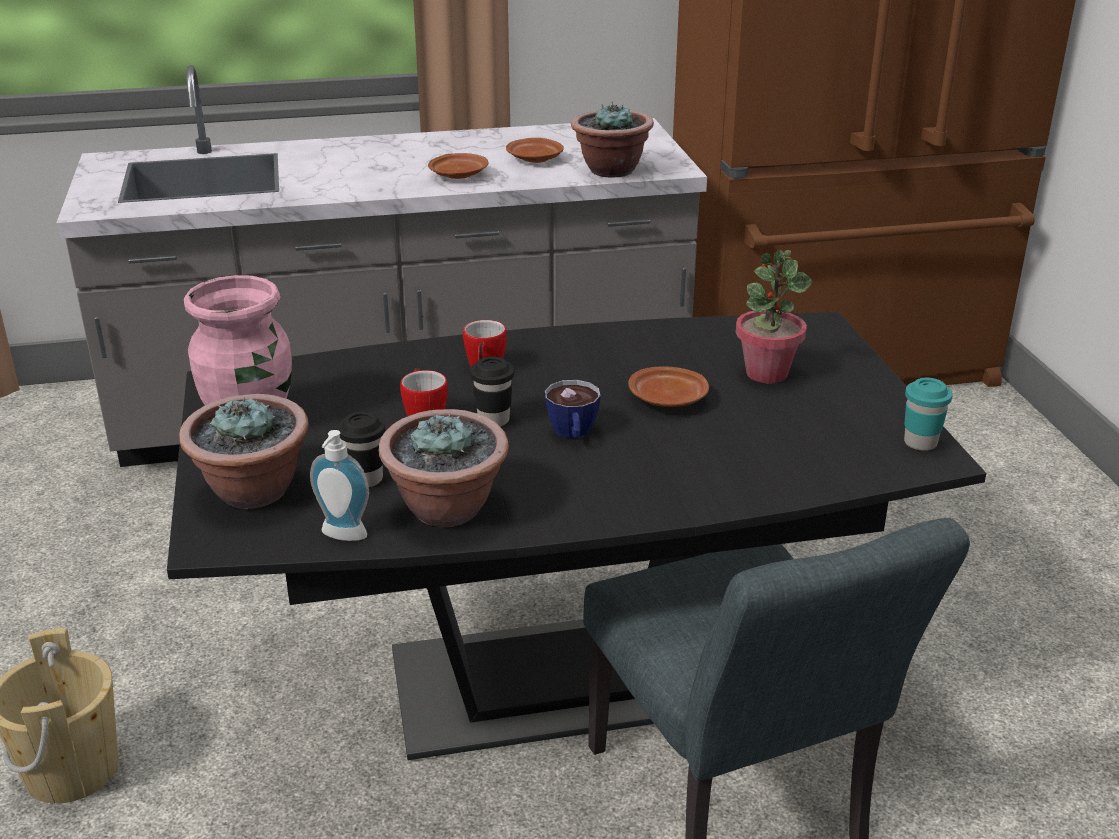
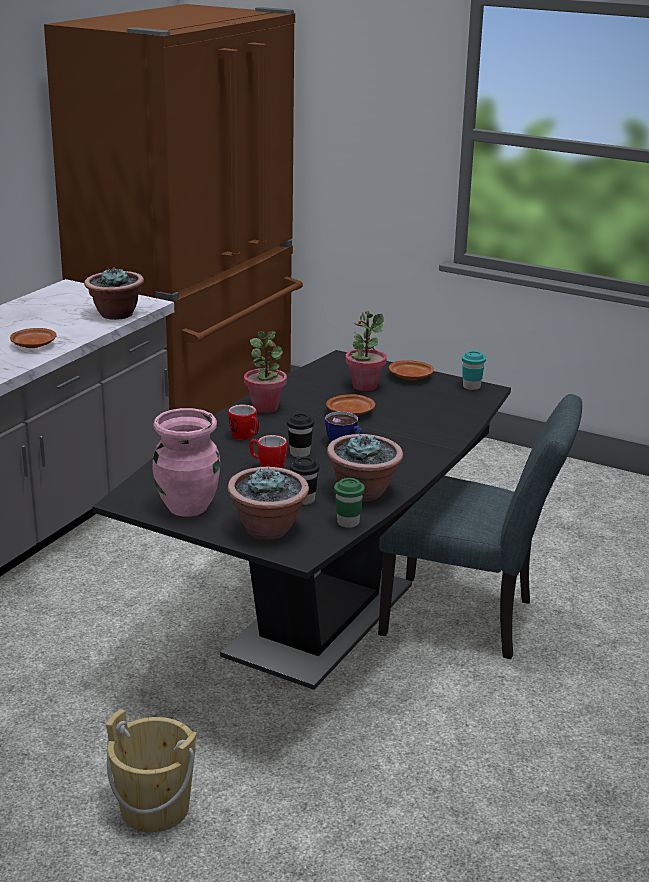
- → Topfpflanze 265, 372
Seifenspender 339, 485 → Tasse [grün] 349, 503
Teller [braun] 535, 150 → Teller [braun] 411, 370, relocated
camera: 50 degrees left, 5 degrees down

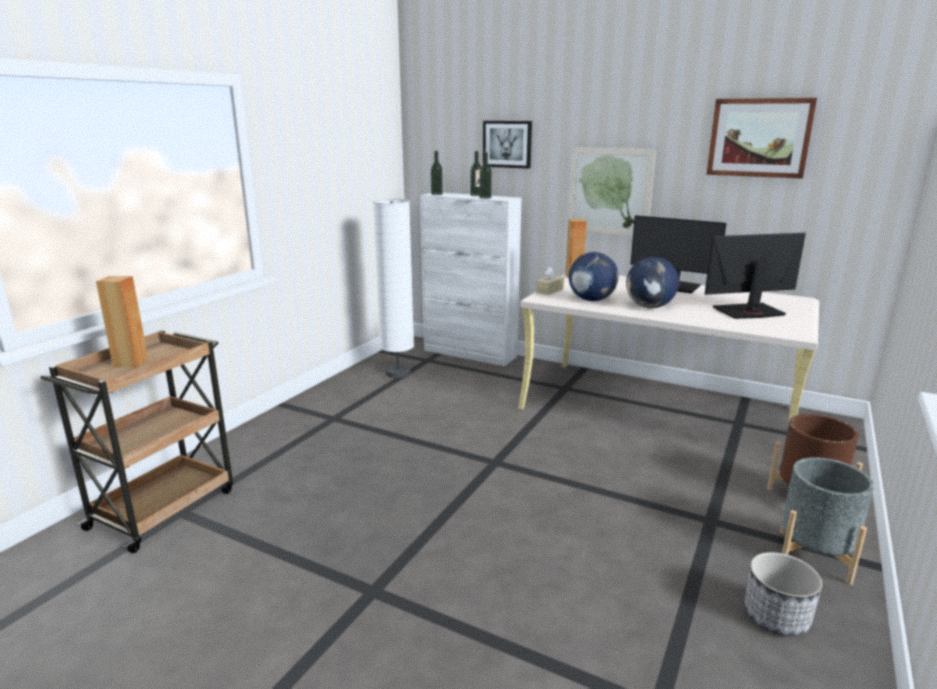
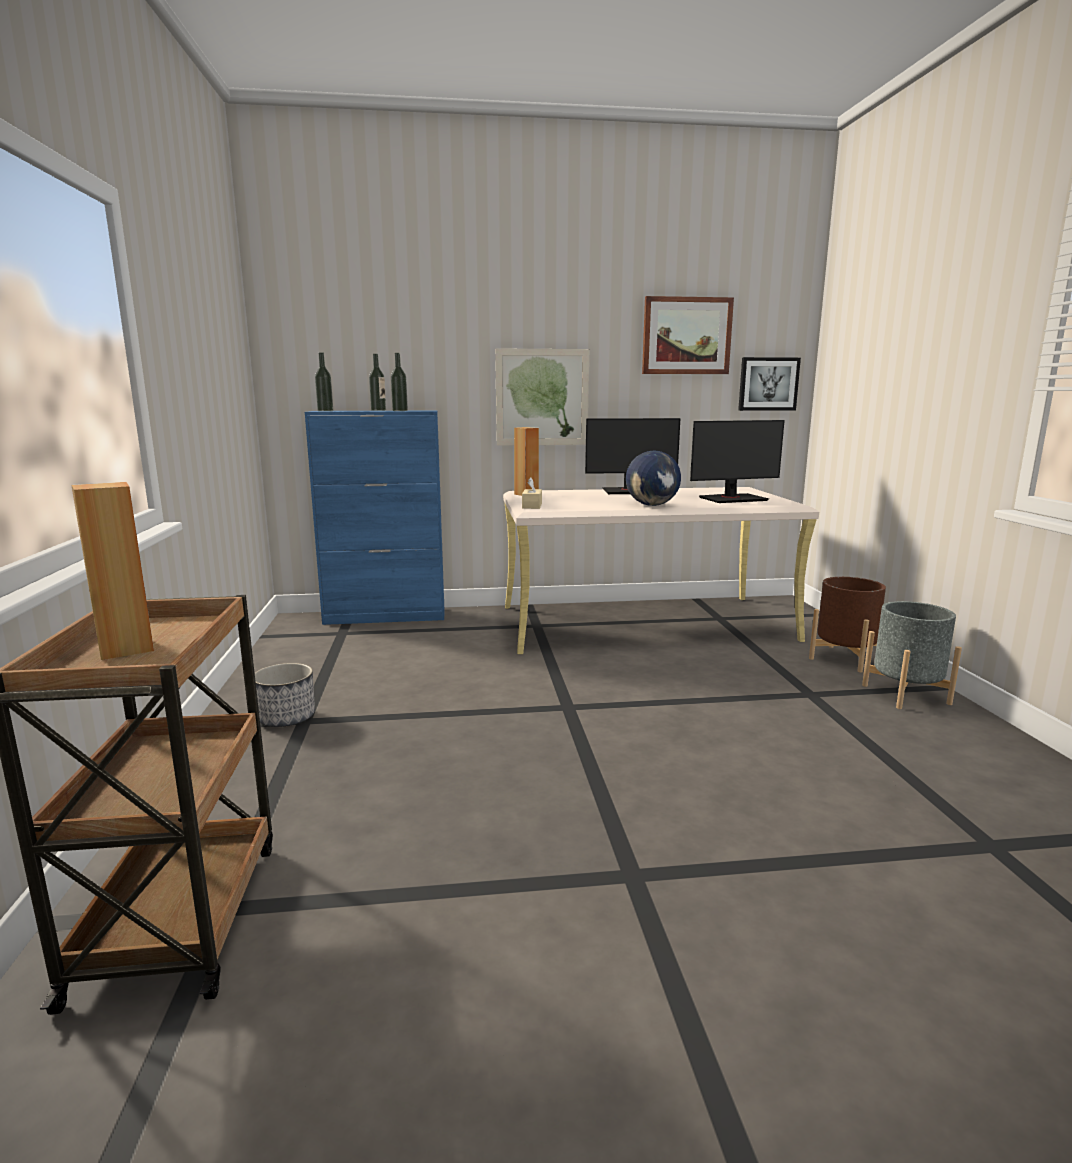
Pflanzkübel 784, 594 → Pflanzkübel 285, 695, relocated
Schrank [weiß] 471, 279 → Schrank [blau] 374, 517
Monitor 755, 276 → Monitor 737, 461, 150 degrees counterclockwise
Bild 507, 145 → Bild 769, 384, relocated
Stehlampe [weiß] 393, 288 → -
Globus 594, 276 → -
camera: 35 degrees left, 5 degrees down

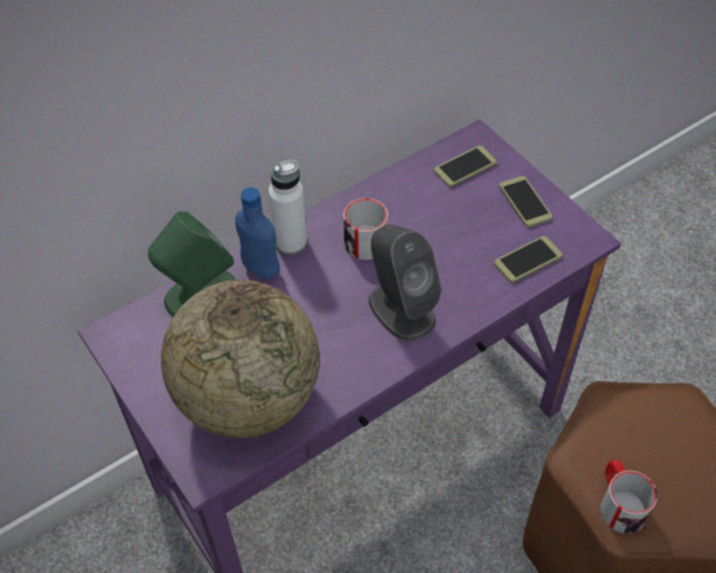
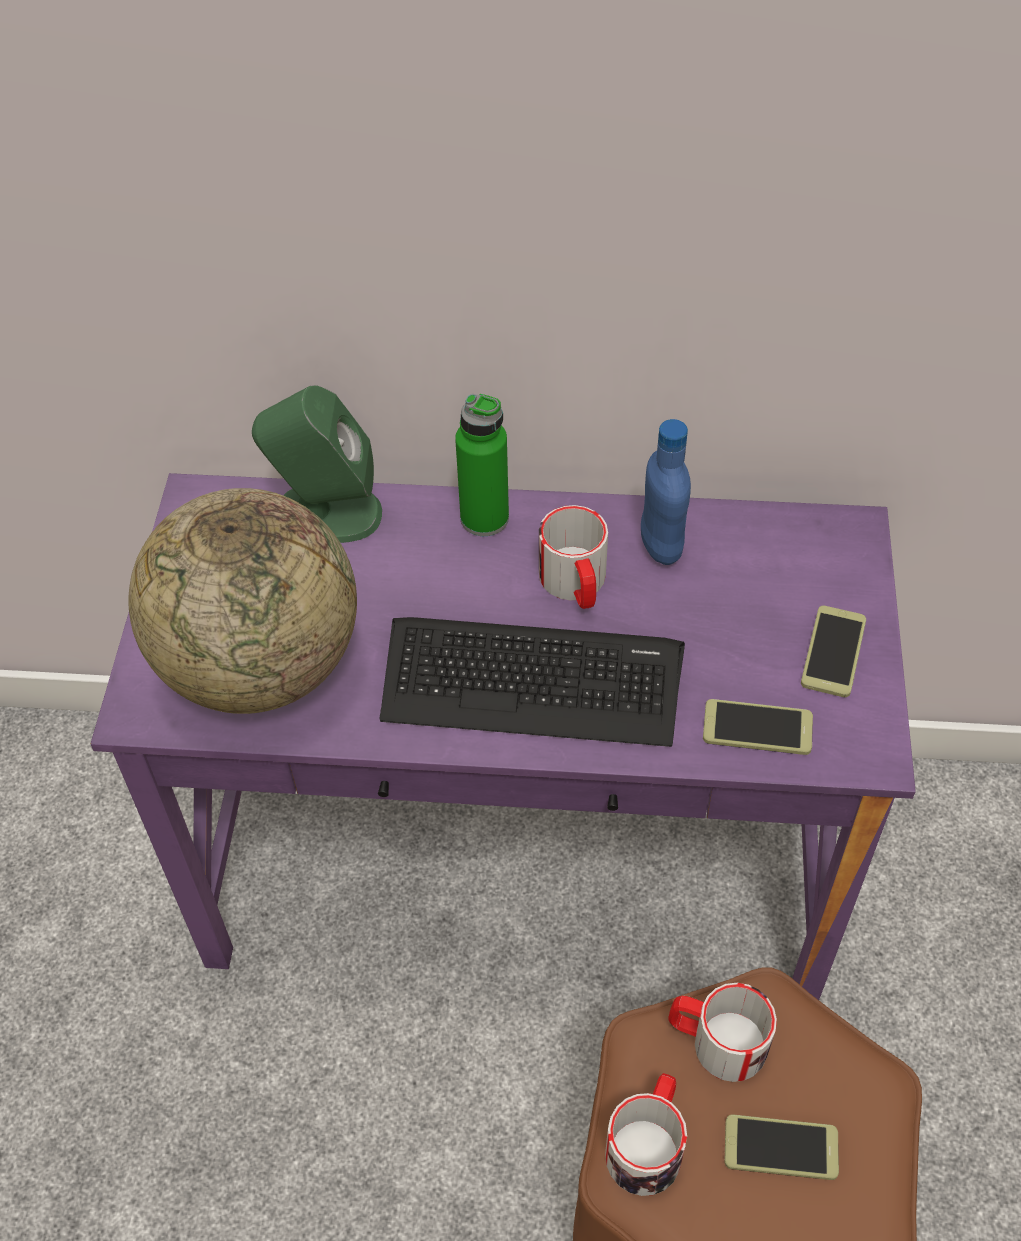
Lautsprecher [grau] 405, 282 → Tastatur 532, 682
Flasche [weiß] 288, 207 → Flasche [grün] 482, 465
Flasche [blau] 257, 233 → Flasche [blau] 666, 492, relocated
- → Henkelbecher 723, 1032
Handy 465, 166 → Handy 781, 1147, relocated
camera: 40 degrees right, 0 degrees up

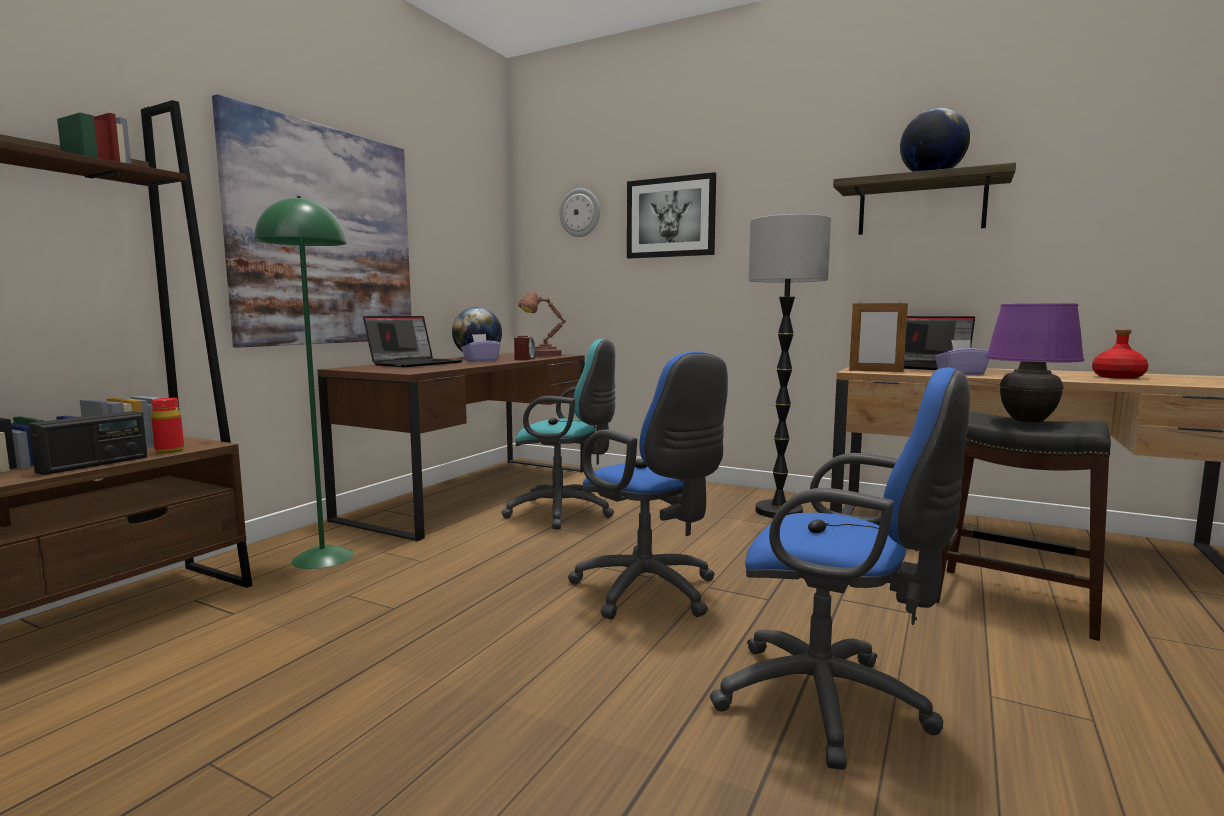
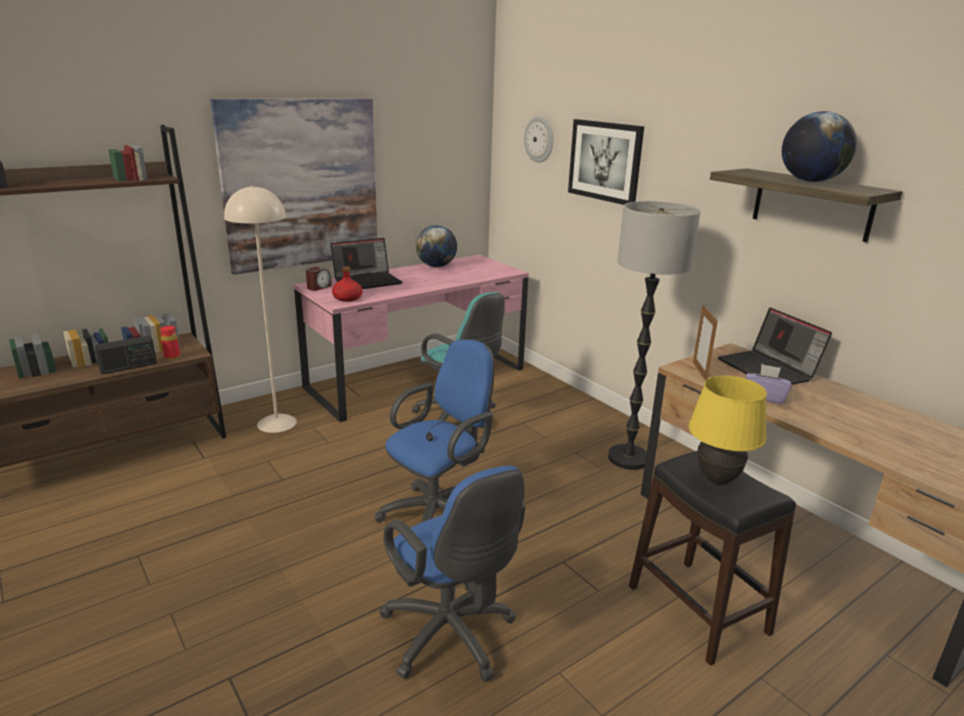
Stehlampe [grün] 304, 382 → Stehlampe [beige] 260, 309
Schreibtisch [braun] 451, 447 → Schreibtisch [rosa] 411, 338
Wecker 524, 348 → Wecker 319, 279, relocated
Flasche [rot] 1120, 354 → Flasche [rot] 347, 284, relocated
Bürostuhl [blau] 648, 485 → Bürostuhl [blau] 434, 431, 120 degrees counterclockwise
Tischlampe [lila] 1035, 363 → Tischlampe [gelb] 727, 430
Bilderrahmen 878, 336 → Bilderrahmen 705, 343, 45 degrees clockwise
Taschentuchbox [lila] 481, 348 → -
Tischlampe [braun] 542, 324 → -
camera: 25 degrees right, 15 degrees up

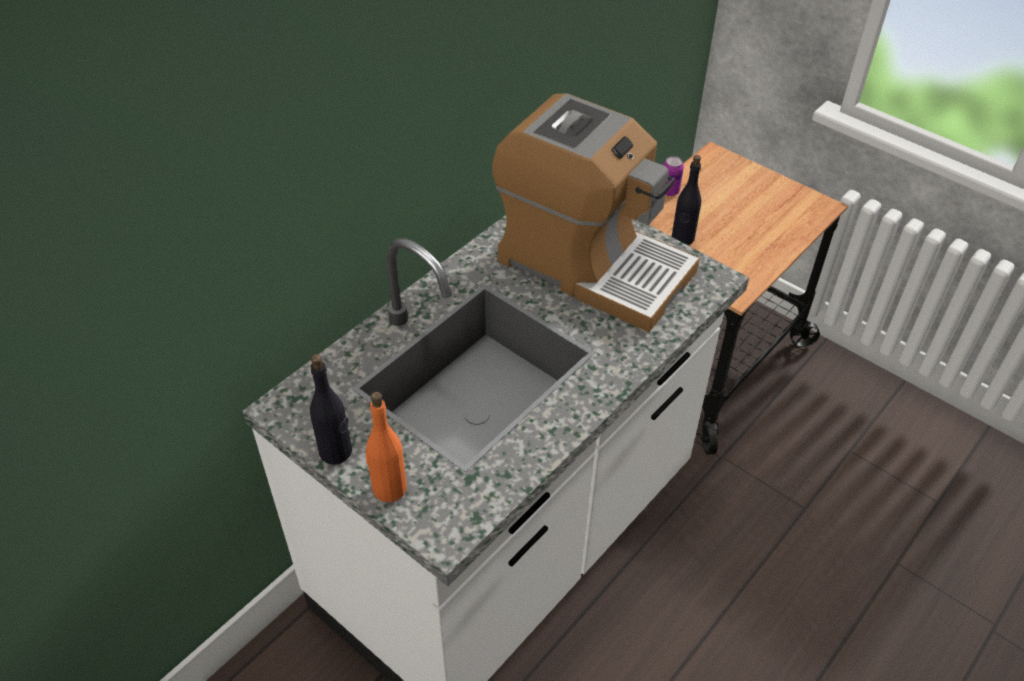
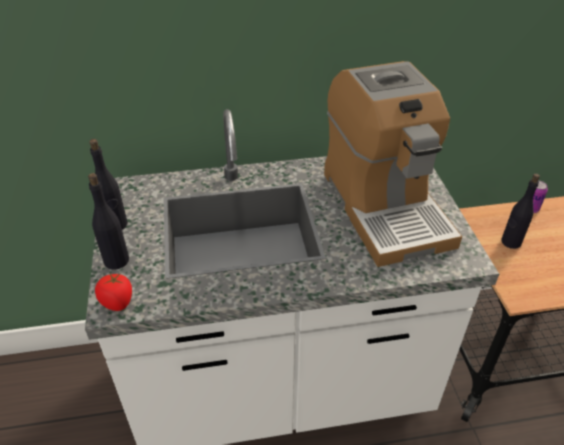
Flasche [orange] 386, 447 → Flasche [schwarz] 108, 221
- → Tomate 113, 292
camera: 40 degrees right, 5 degrees down

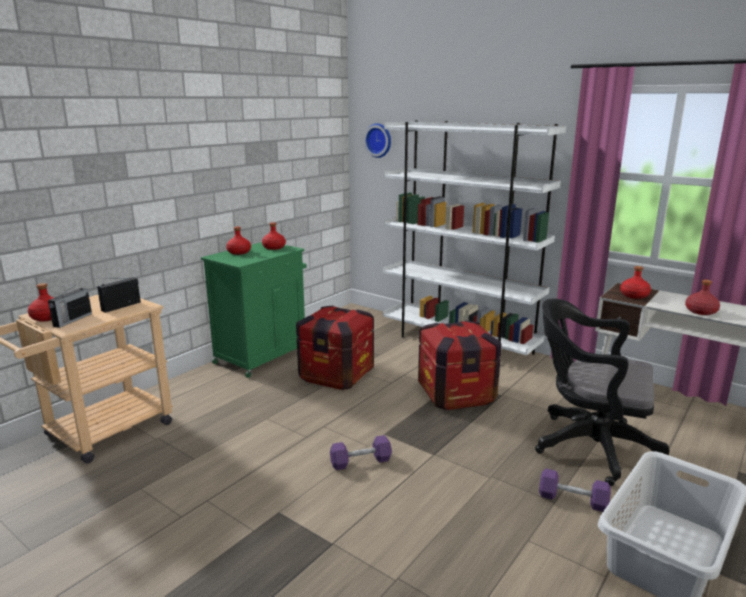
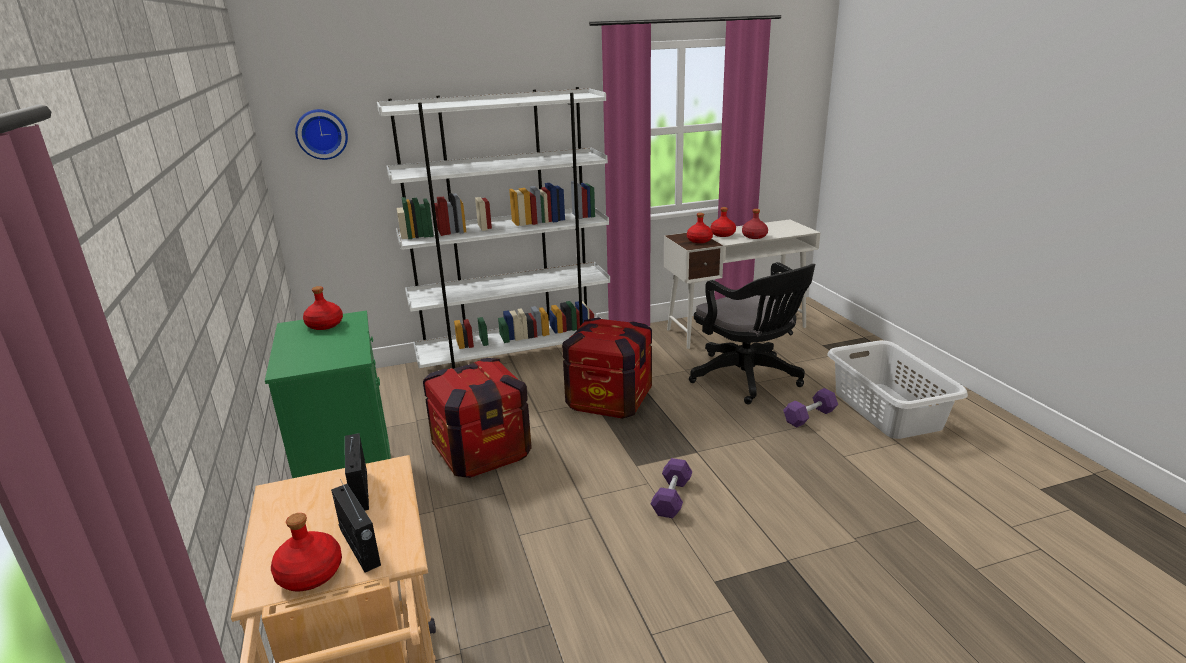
Bürostuhl [schwarz] 602, 392 → Bürostuhl [schwarz] 752, 333, 90 degrees counterclockwise
Flasche [rot] 238, 240 → Flasche [rot] 723, 222, relocated
camera: 55 degrees left, 5 degrees up

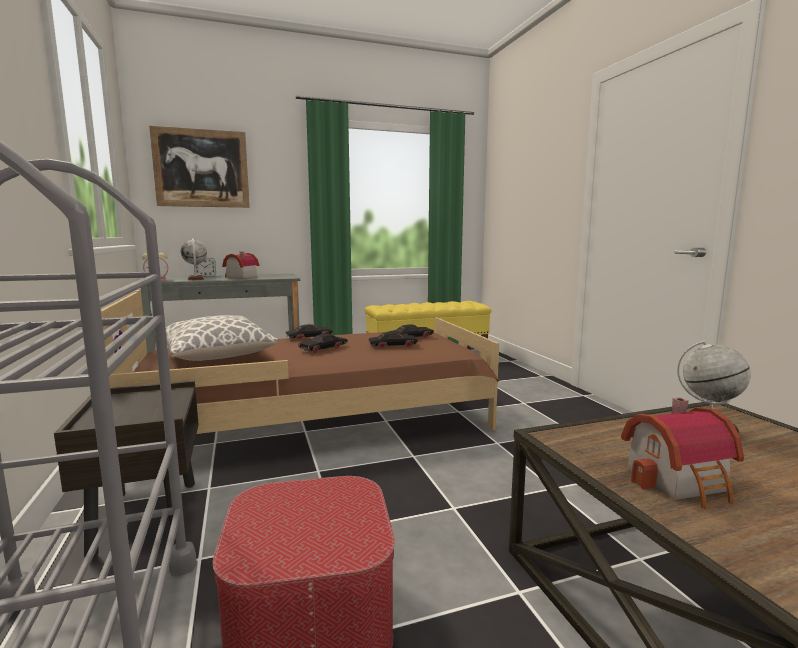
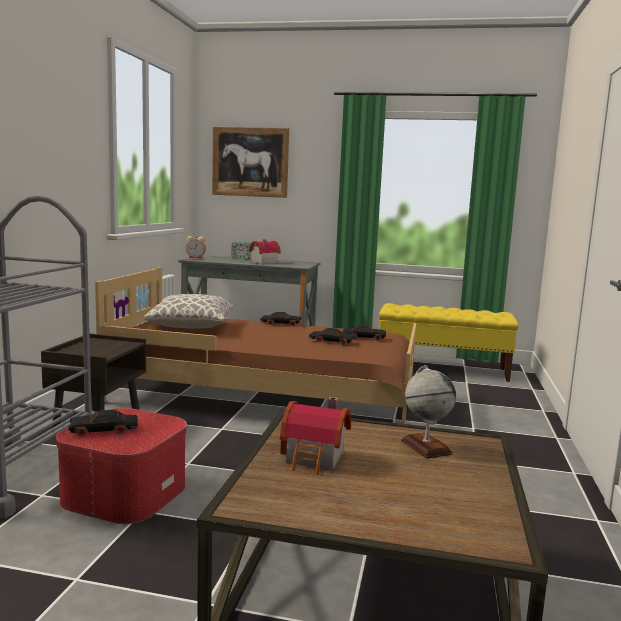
Spielzeugauto [schwarz] 323, 343 → Spielzeugauto [schwarz] 103, 423, relocated
Globus 194, 259 → -
camera: 30 degrees right, 0 degrees up

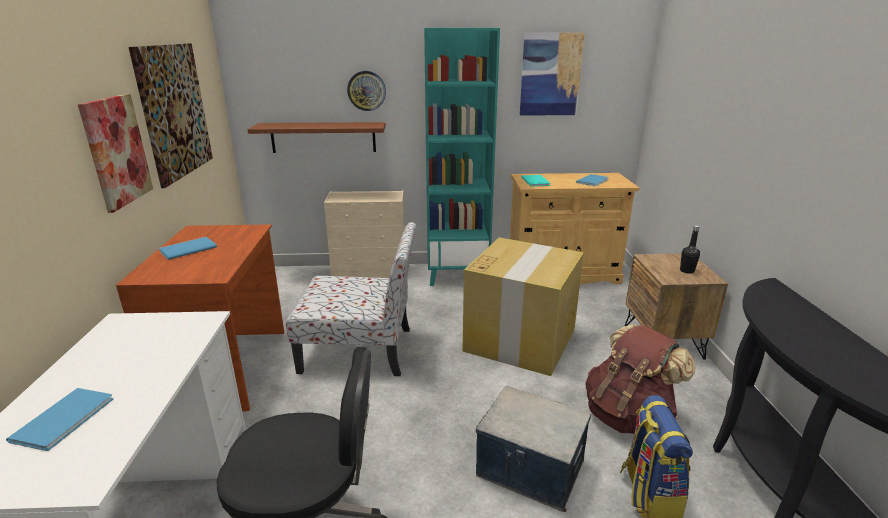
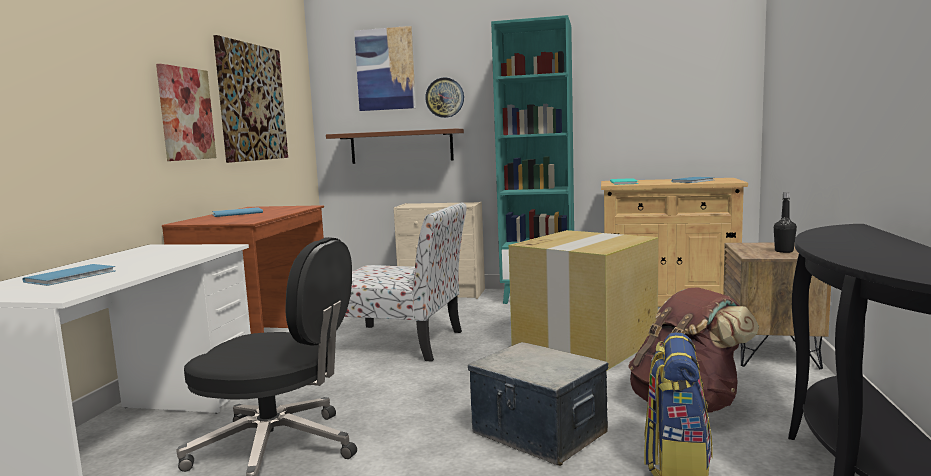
Bild 552, 74 → Bild 385, 68, relocated
camera: 15 degrees right, 15 degrees down

